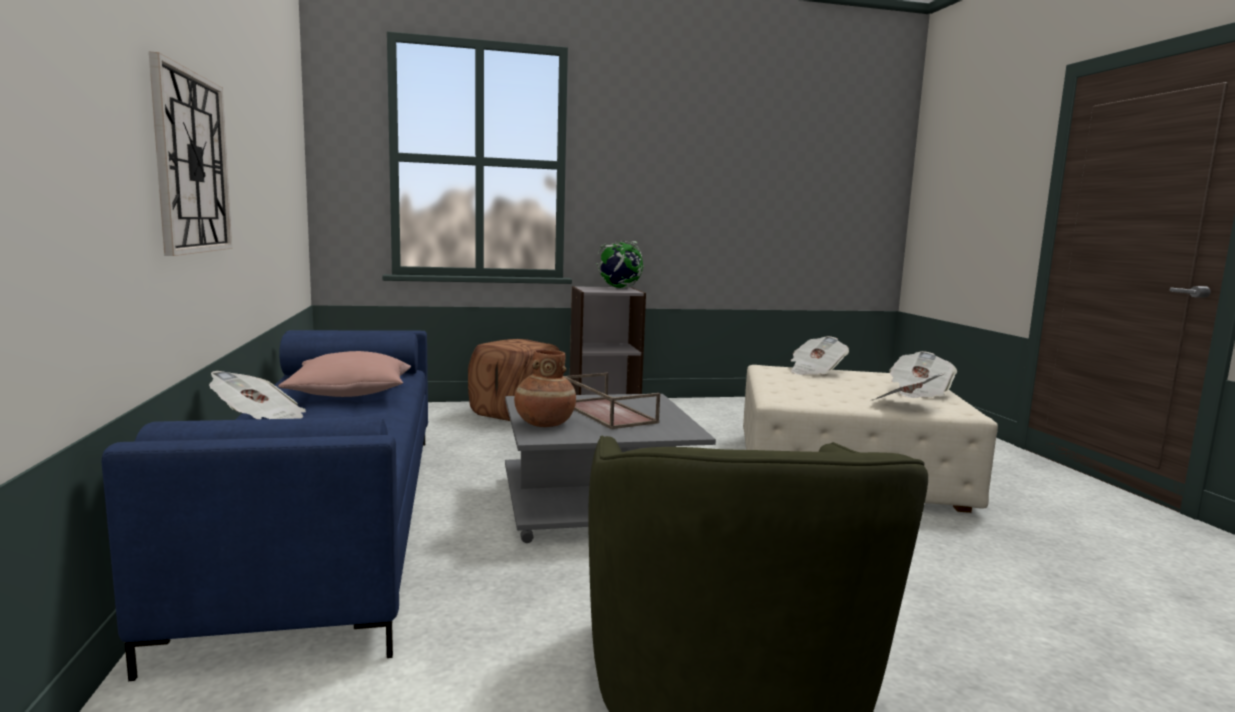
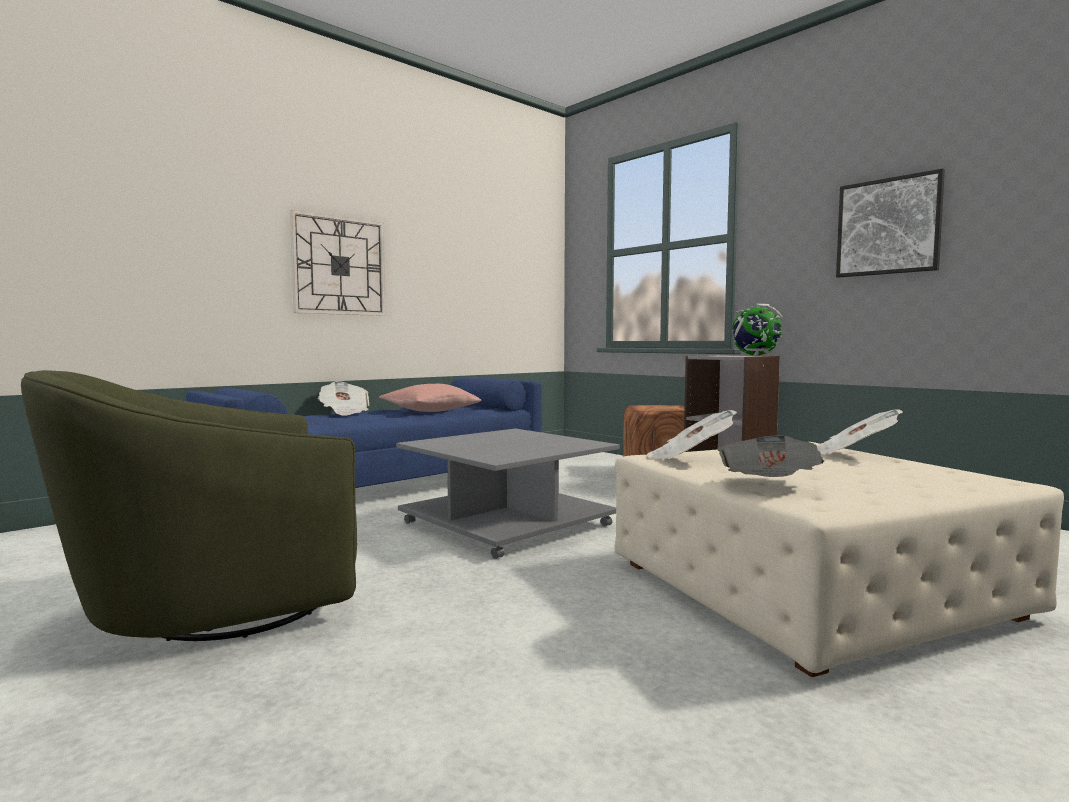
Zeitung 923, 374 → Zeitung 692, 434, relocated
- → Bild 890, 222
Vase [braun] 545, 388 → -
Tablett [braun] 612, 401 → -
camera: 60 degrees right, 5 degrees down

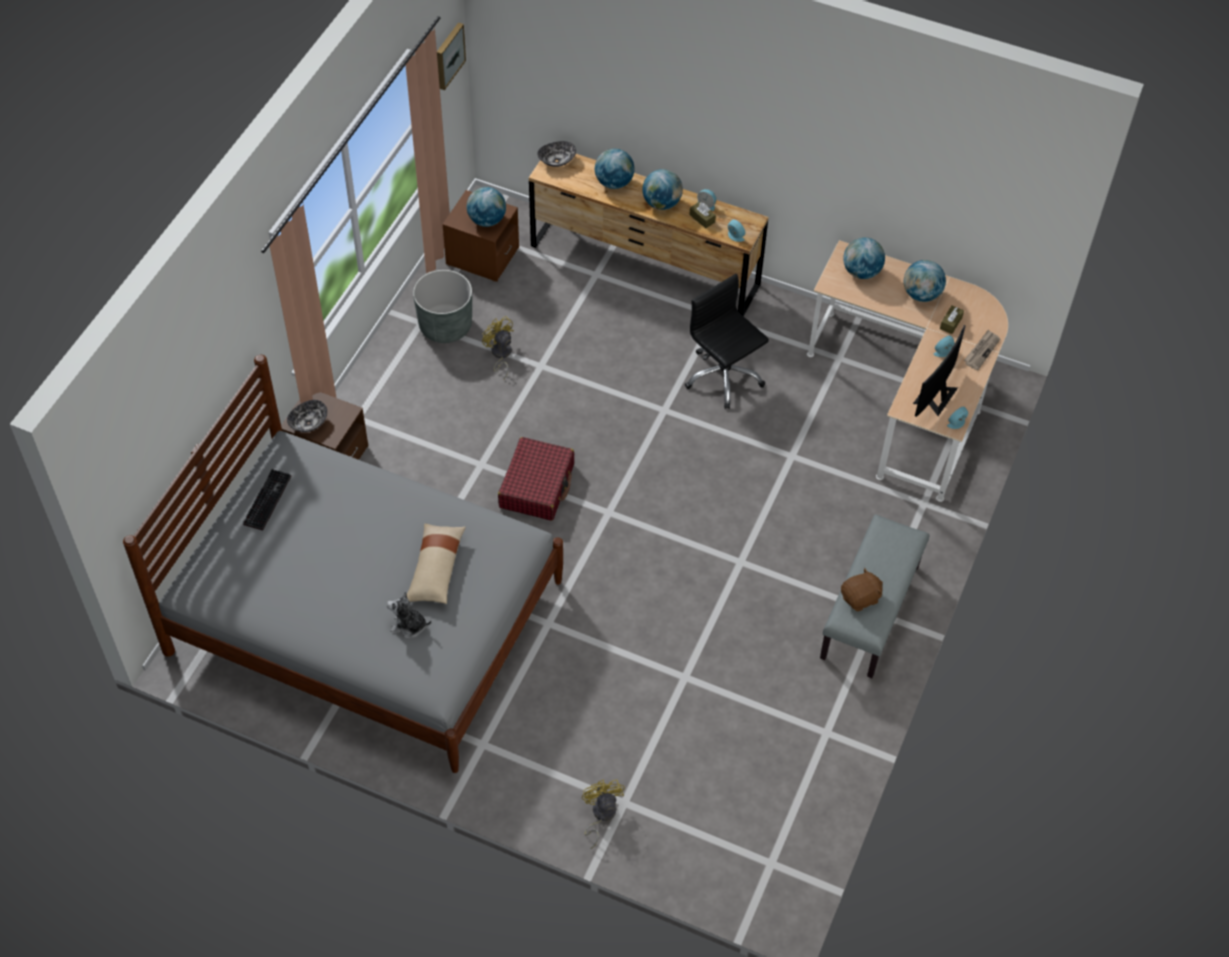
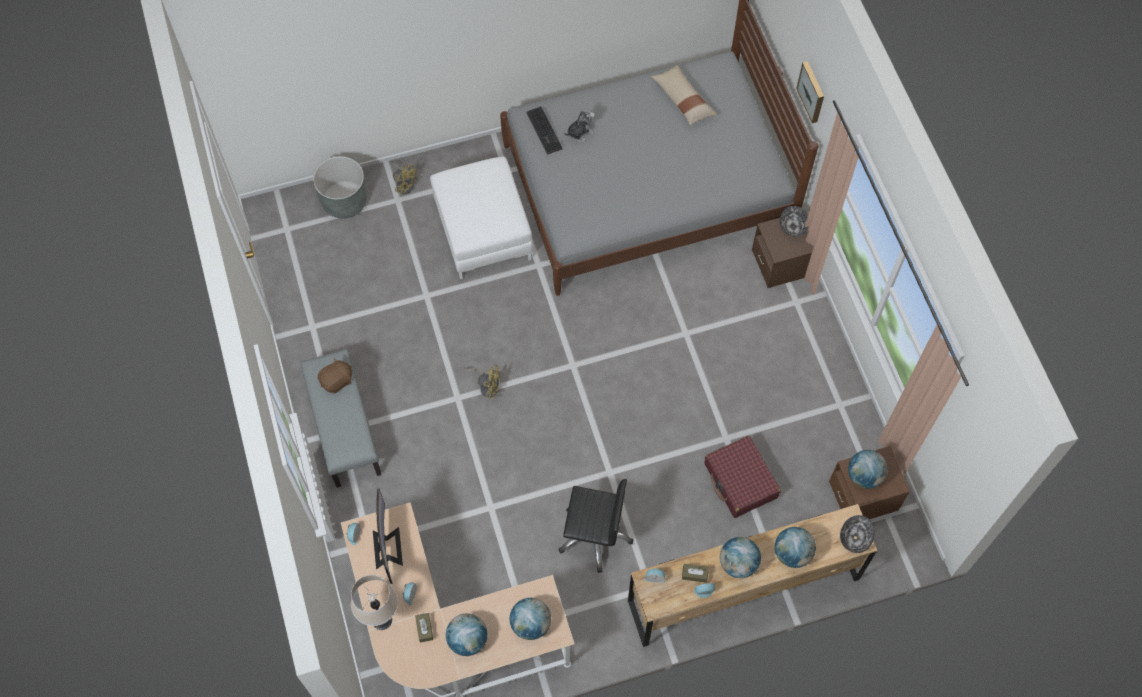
Pflanzkübel [grau] 442, 306 → Pflanzkübel [grau] 340, 187, relocated
Plüschtier [braun] 862, 589 → Plüschtier [braun] 335, 375, 150 degrees counterclockwise
Zeitung 982, 349 → Tischlampe [beige] 374, 602
- → Polsterhocker [weiß] 481, 218
Ventilator [gelb] 498, 347 → Ventilator [gelb] 482, 381, relocated
Tastatur 267, 499 → Tastatur 545, 130, relocated
Kissen [beige] 436, 564 → Kissen [beige] 684, 95, relocated
Koffer [rot] 536, 479 → Koffer [rot] 743, 477, relocated
Bild 451, 56 → Bild 810, 92, relocated
camera: 140 degrees right, 10 degrees up

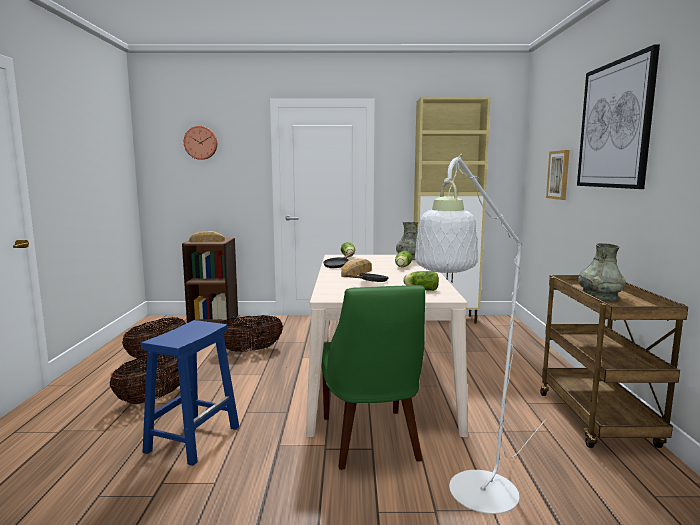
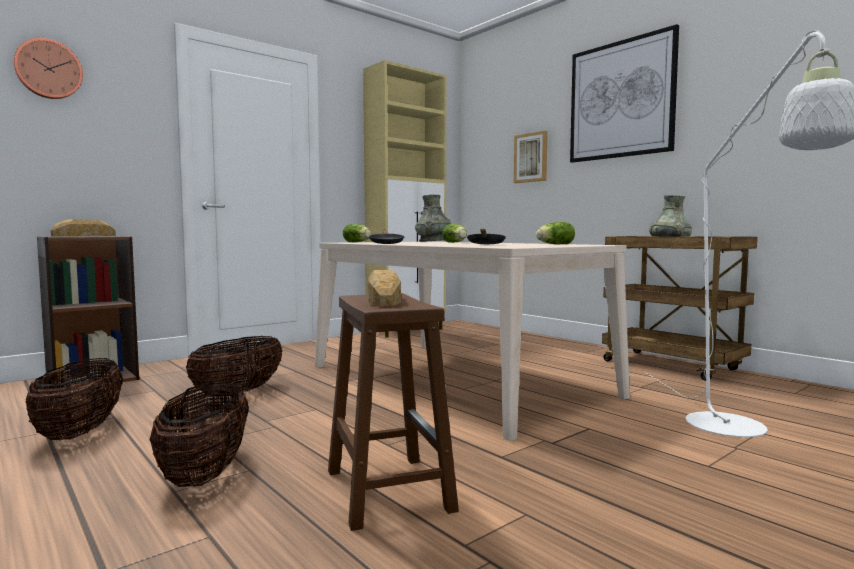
Hocker [blau] 190, 393 → Hocker [braun] 393, 412
Brot 356, 267 → Brot 384, 288, relocated
Stuhl [grün] 373, 377 → -
camera: 40 degrees left, 5 degrees down

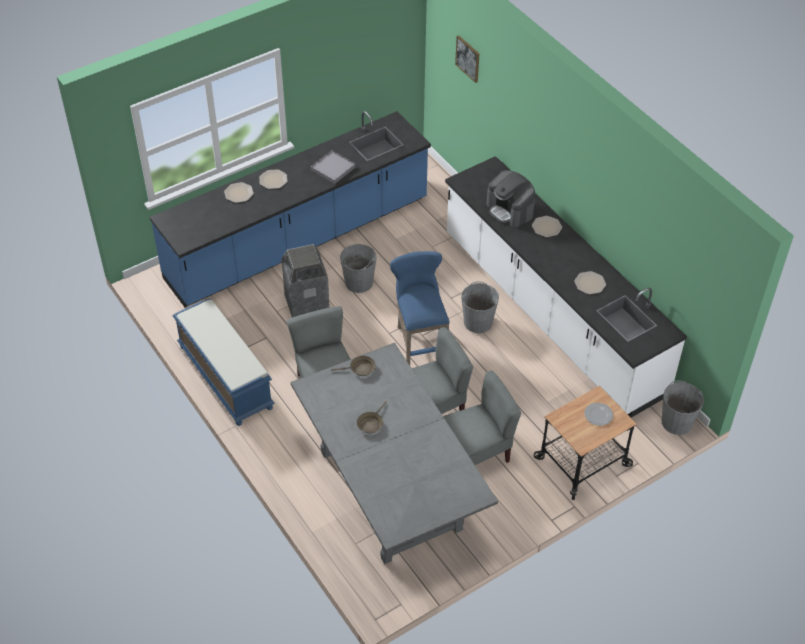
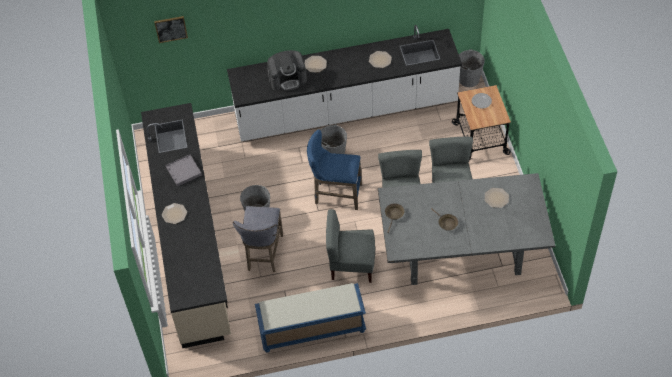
Küchenzeile [blau] 290, 209 → Küchenzeile [beige] 186, 225
Mülleimer 305, 281 → Hocker [grau] 258, 239
Teller 239, 192 → Teller 497, 198, relocated
camera: 65 degrees left, 5 degrees up

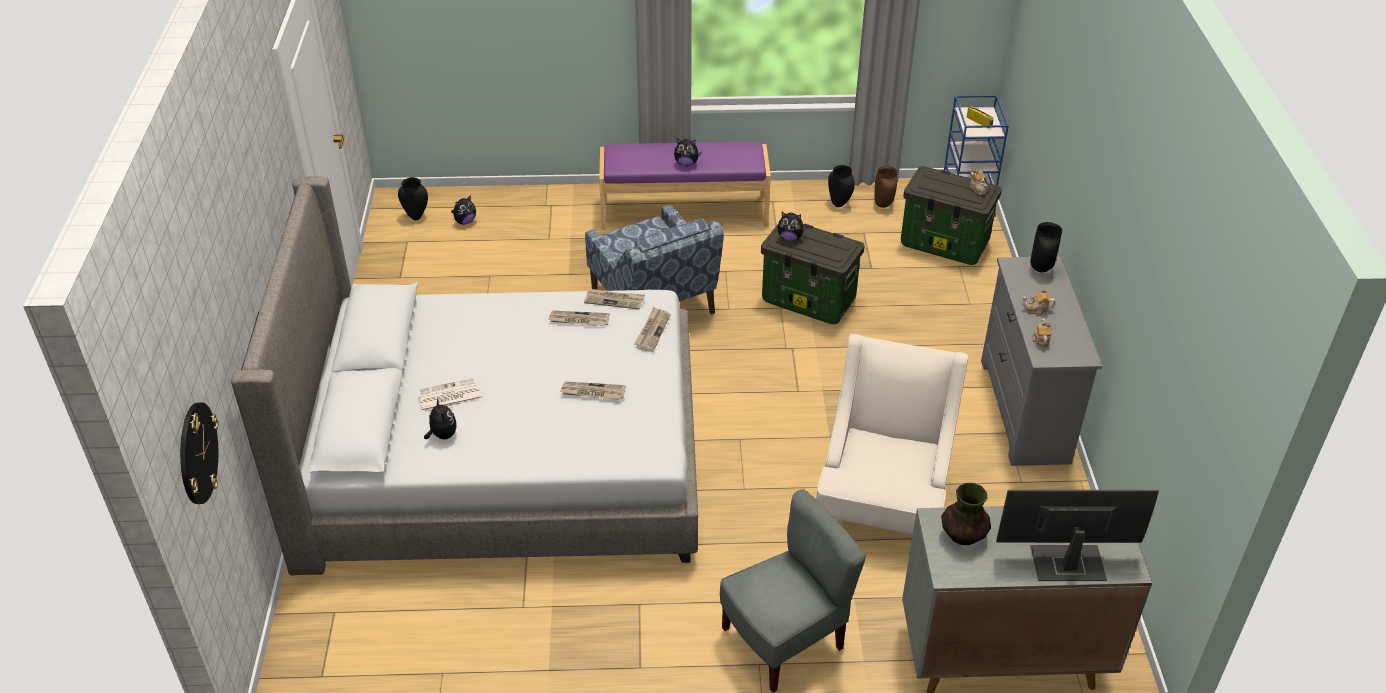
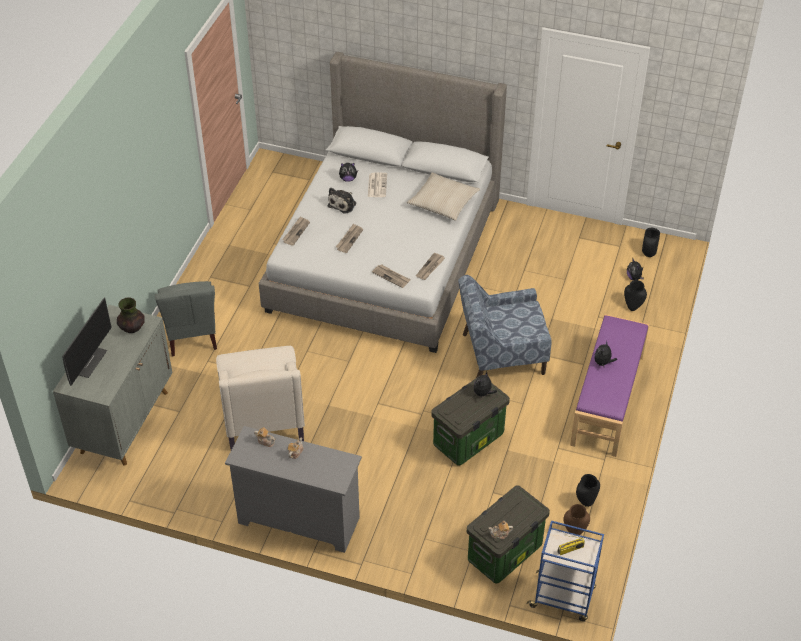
Sessel [beige] 892, 434 → Sessel [beige] 260, 398, 45 degrees clockwise
Zeitung 579, 318 → Zeitung 296, 231, relocated
- → Plüschtier 342, 201
- → Kissen [beige] 443, 197
Vase [schwarz] 1046, 247 → Vase [schwarz] 635, 295, relocated
Wanduhr 199, 453 → -
camera: 110 degrees right, 5 degrees up

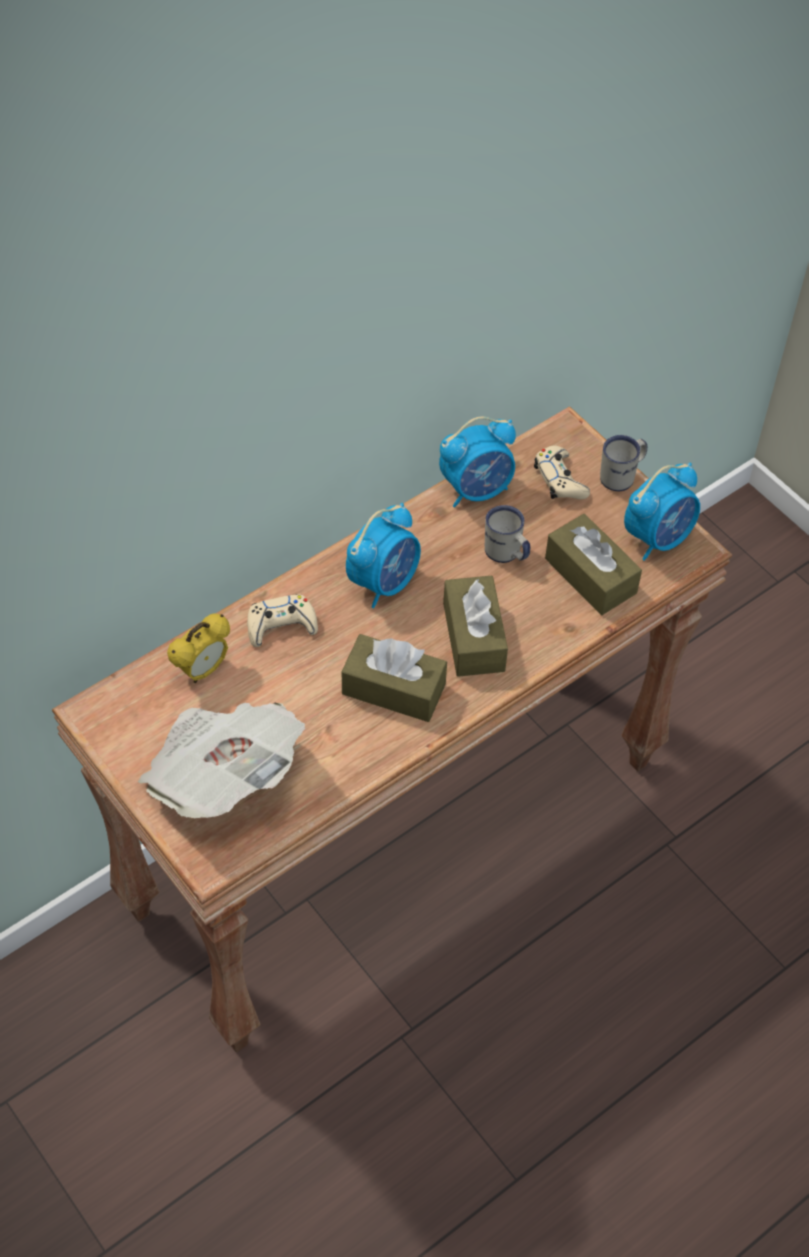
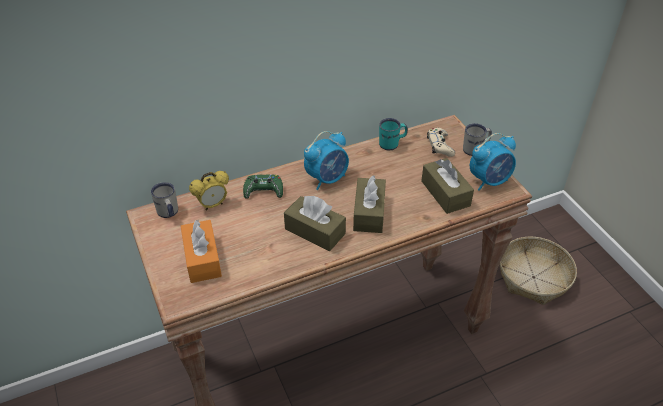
Henkelbecher [weiß] 507, 534 → Henkelbecher [weiß] 164, 200, relocated
Zeitung 221, 760 → Taschentuchbox [orange] 201, 251
Gamepad [beige] 282, 620 → Gamepad [grün] 263, 186
Wecker 477, 461 → Henkelbecher [türkis] 393, 134
- → Korb 538, 271
camera: 15 degrees right, 10 degrees down

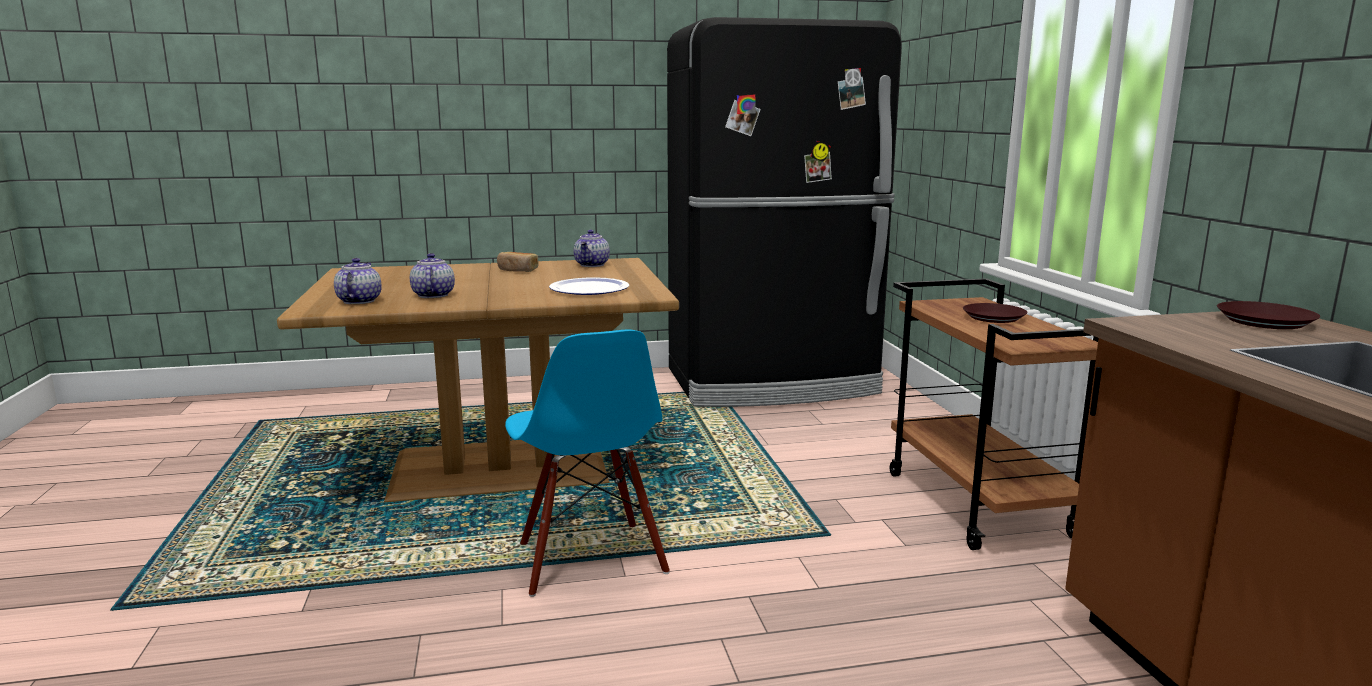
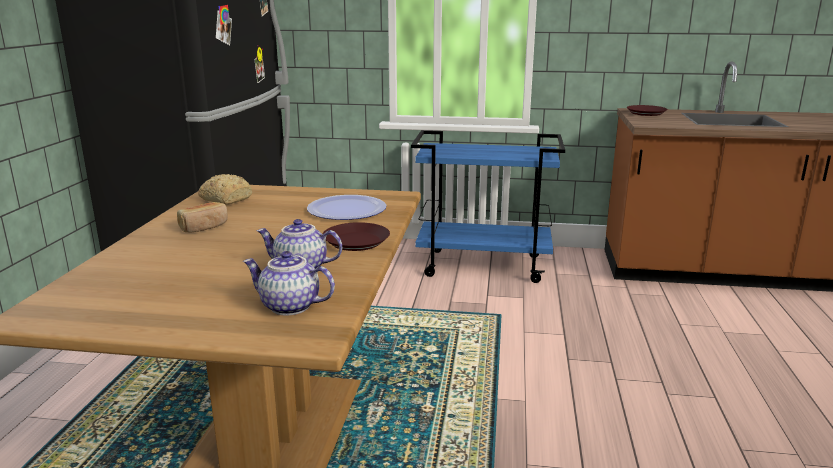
Teekanne 592, 248 → Brot 225, 189
Teller [braun] 995, 313 → Teller [braun] 356, 236, relocated
Rollwagen [braun] 994, 414 → Rollwagen [blau] 488, 206
Stuhl [blau] 587, 463 → -
camera: 70 degrees left, 5 degrees up

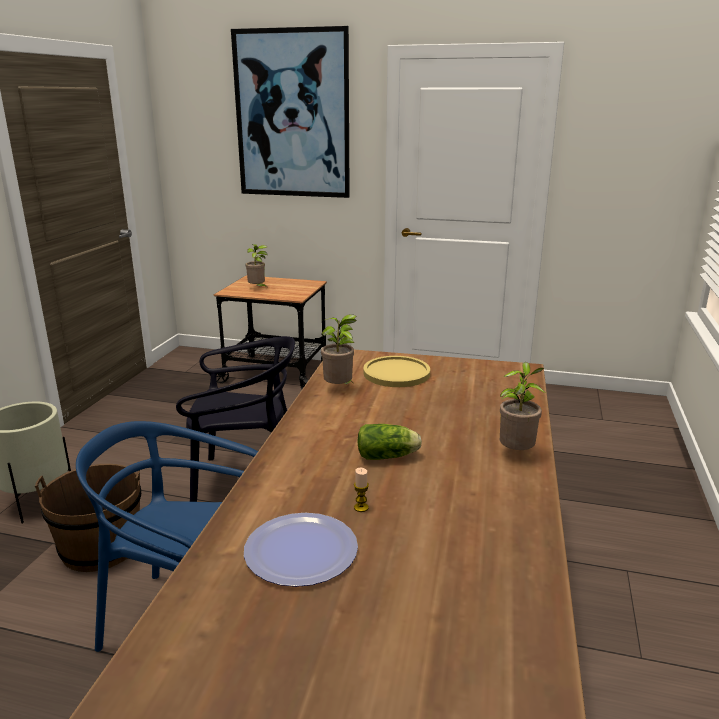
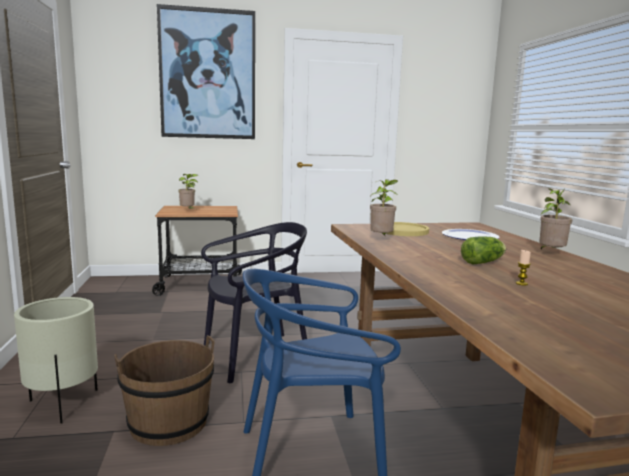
Teller 301, 550 → Teller 471, 234, relocated
camera: 25 degrees left, 10 degrees down

